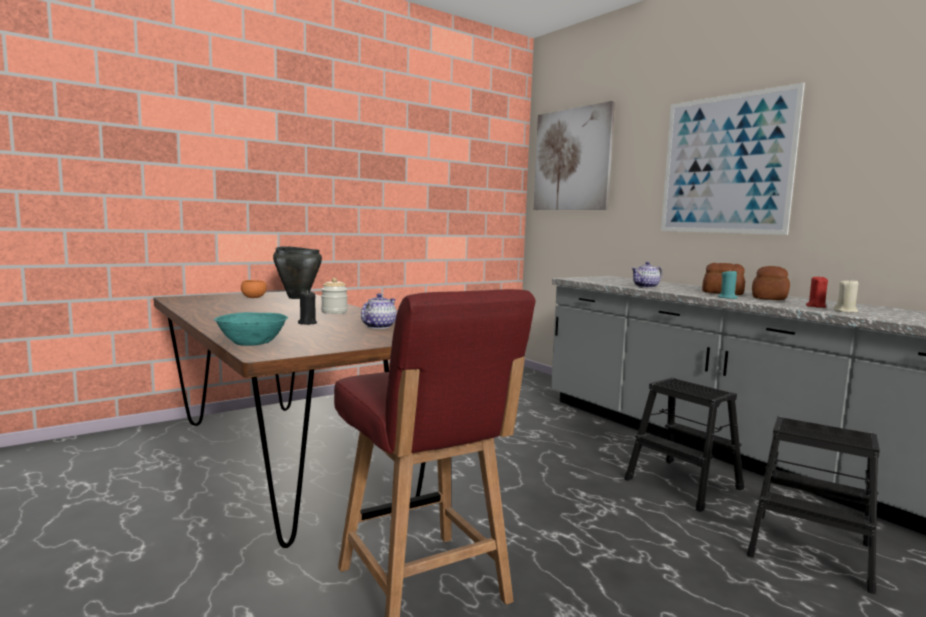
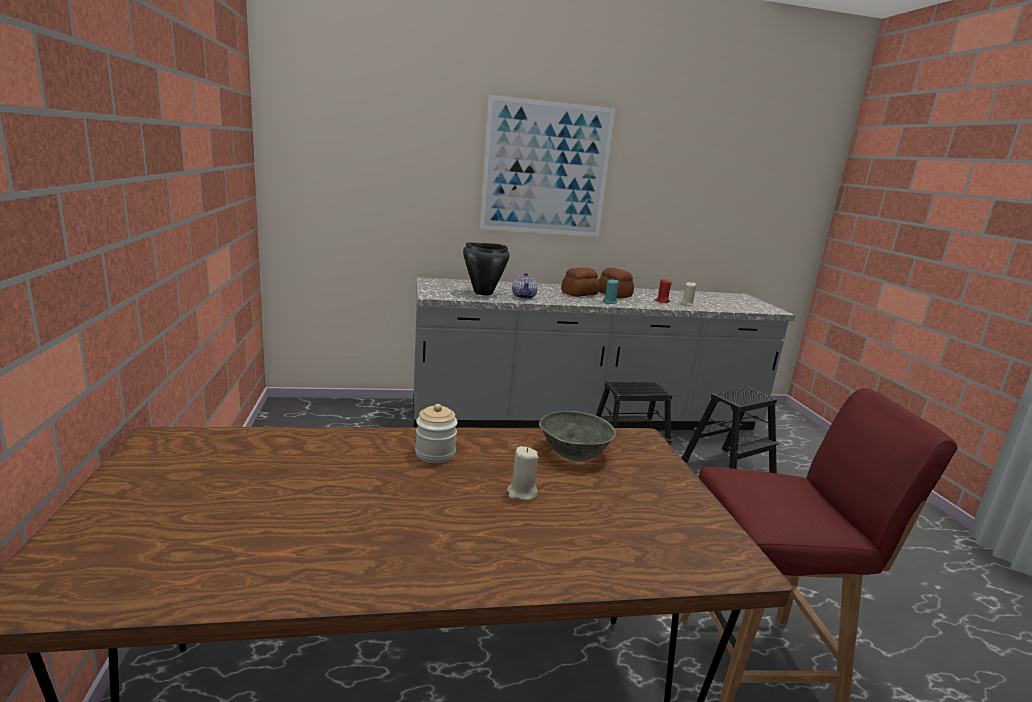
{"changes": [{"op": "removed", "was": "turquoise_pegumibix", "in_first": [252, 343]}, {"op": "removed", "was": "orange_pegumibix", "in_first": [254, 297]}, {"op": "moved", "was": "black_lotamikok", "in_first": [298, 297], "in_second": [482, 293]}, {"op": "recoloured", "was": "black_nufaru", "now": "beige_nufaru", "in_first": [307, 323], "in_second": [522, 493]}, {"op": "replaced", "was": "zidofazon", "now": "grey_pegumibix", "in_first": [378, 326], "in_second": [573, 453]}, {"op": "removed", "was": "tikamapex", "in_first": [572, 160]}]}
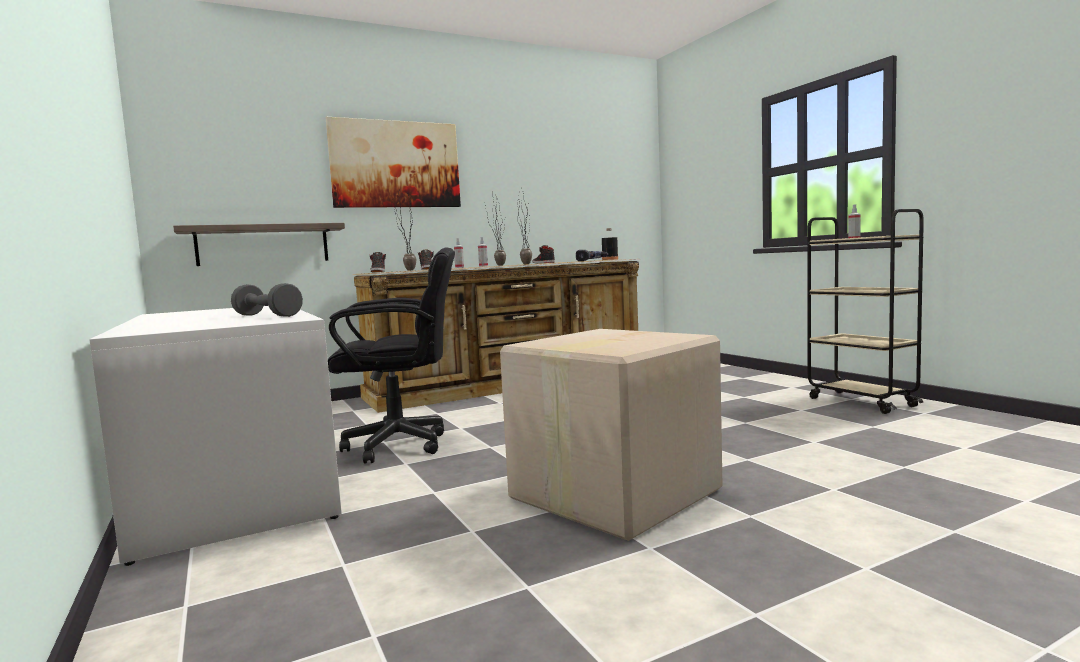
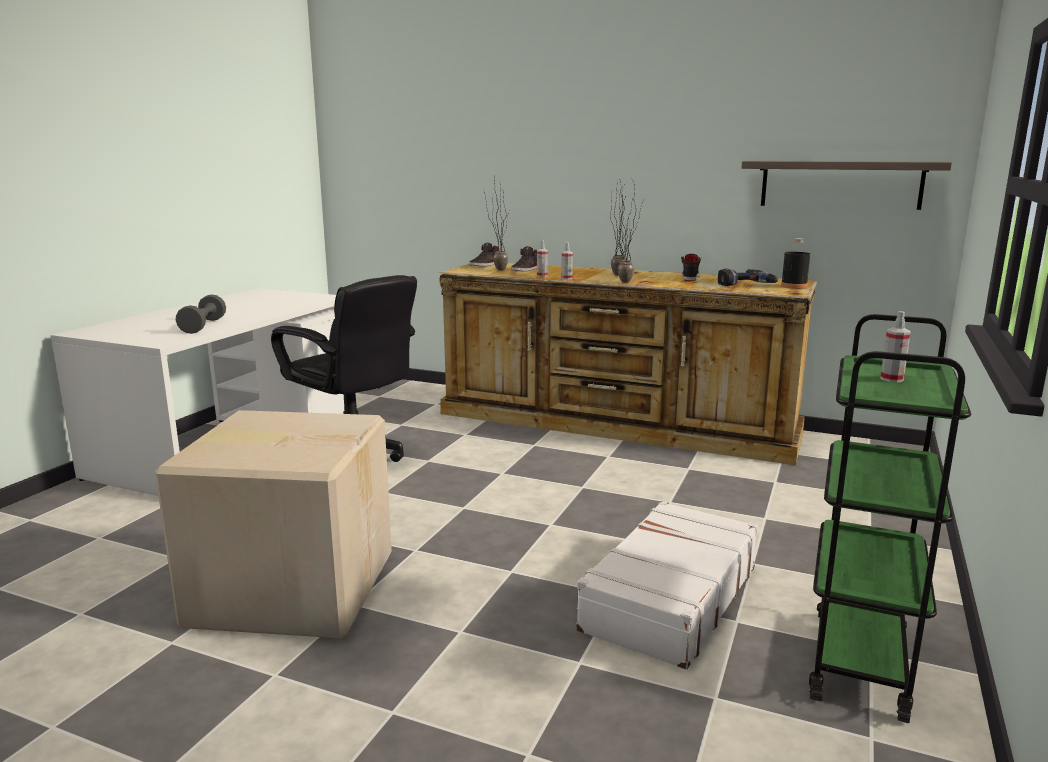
{"changes": [{"op": "moved", "was": "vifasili", "in_first": [263, 244], "in_second": [840, 184]}, {"op": "removed", "was": "tikamapex", "in_first": [396, 164]}, {"op": "recoloured", "was": "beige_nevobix", "now": "green_nevobix", "in_first": [863, 402], "in_second": [861, 665]}, {"op": "added", "now": "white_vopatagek", "in_second": [669, 598]}]}
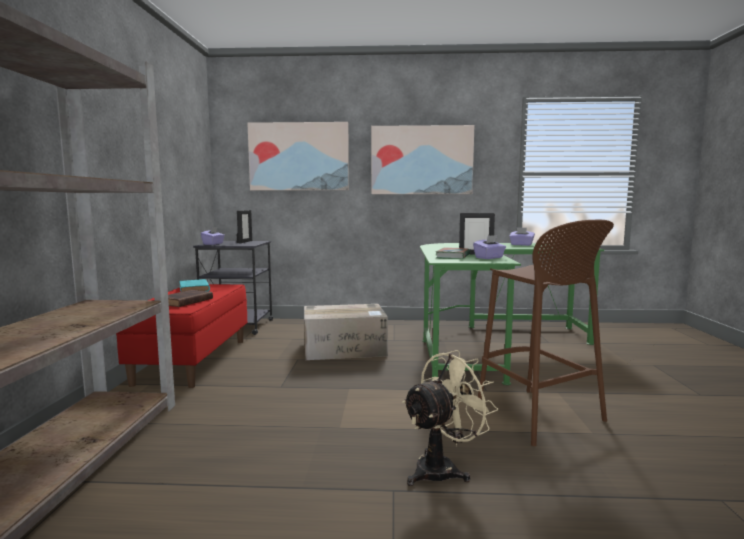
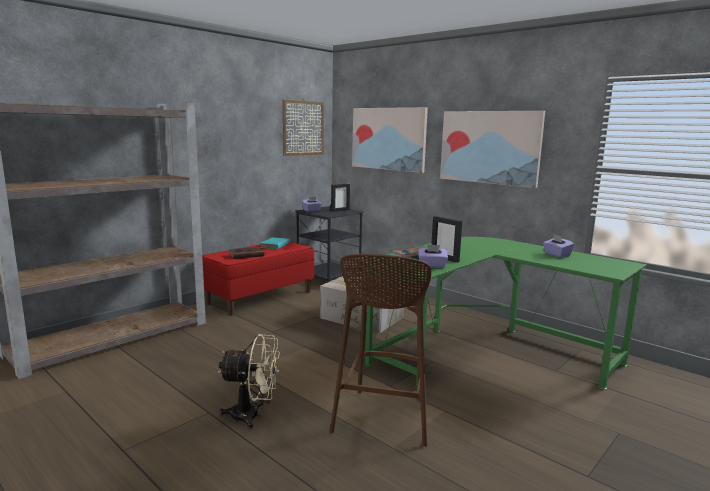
{"changes": [{"op": "added", "now": "tikamapex", "in_second": [303, 127]}]}
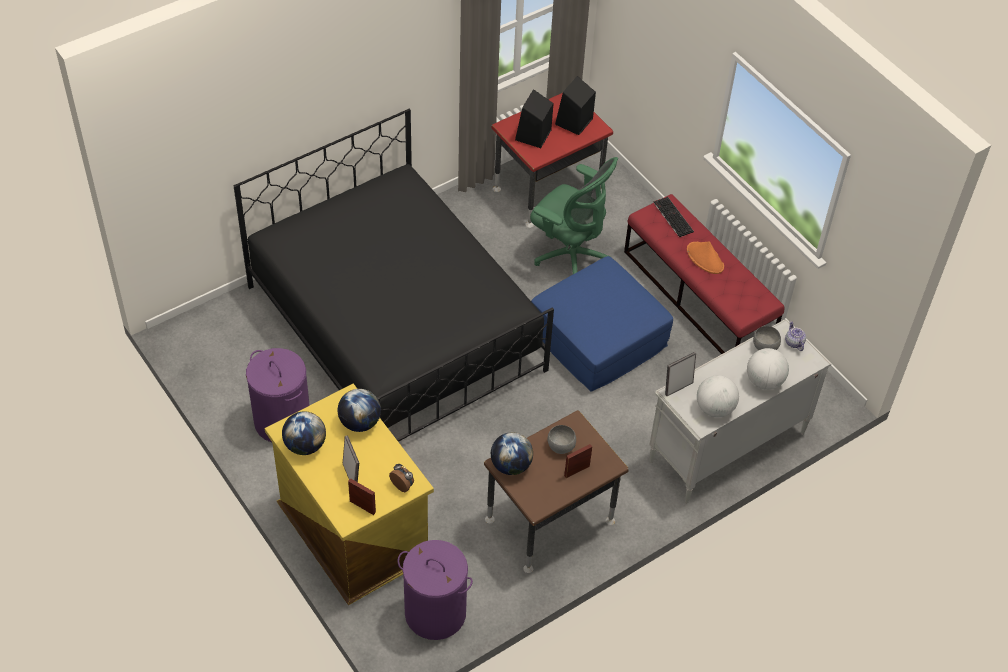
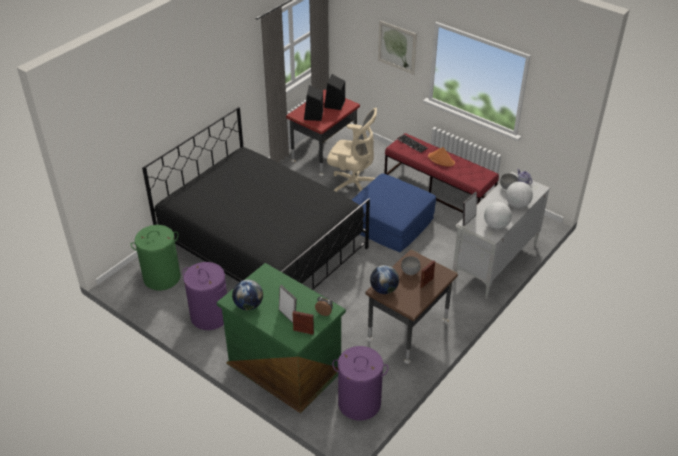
{"changes": [{"op": "recoloured", "was": "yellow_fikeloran", "now": "green_fikeloran", "in_first": [353, 533], "in_second": [284, 370]}, {"op": "removed", "was": "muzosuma", "in_first": [360, 422]}, {"op": "recoloured", "was": "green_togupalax", "now": "beige_togupalax", "in_first": [567, 254], "in_second": [351, 184]}, {"op": "added", "now": "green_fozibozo", "in_second": [162, 277]}, {"op": "added", "now": "tikamapex", "in_second": [397, 47]}]}
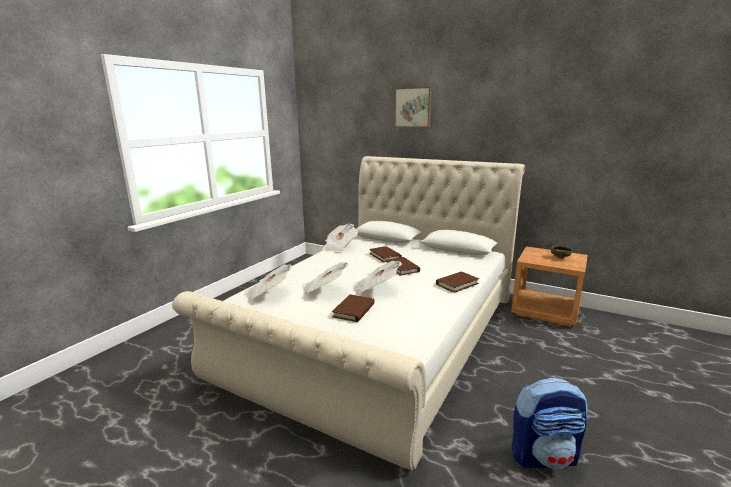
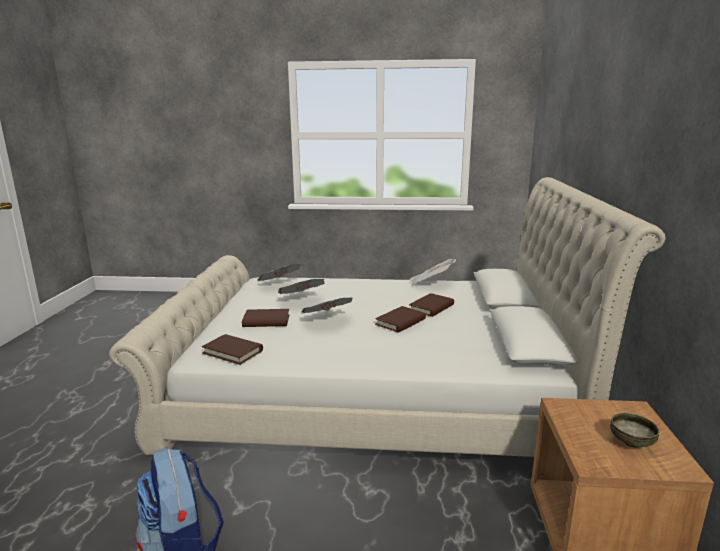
{"changes": [{"op": "removed", "was": "tikamapex", "in_first": [413, 107]}, {"op": "moved", "was": "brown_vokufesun", "in_first": [457, 284], "in_second": [233, 352]}]}
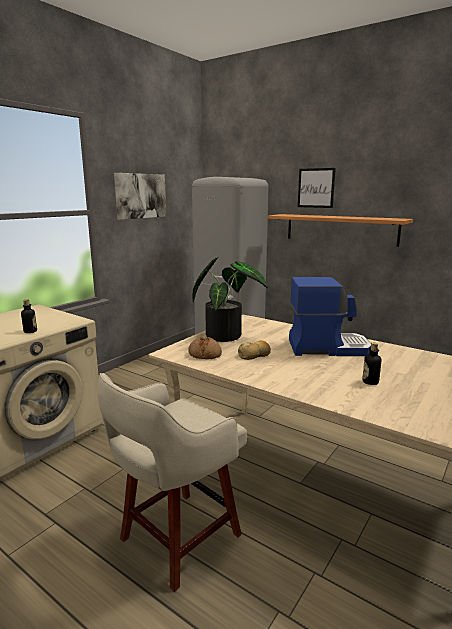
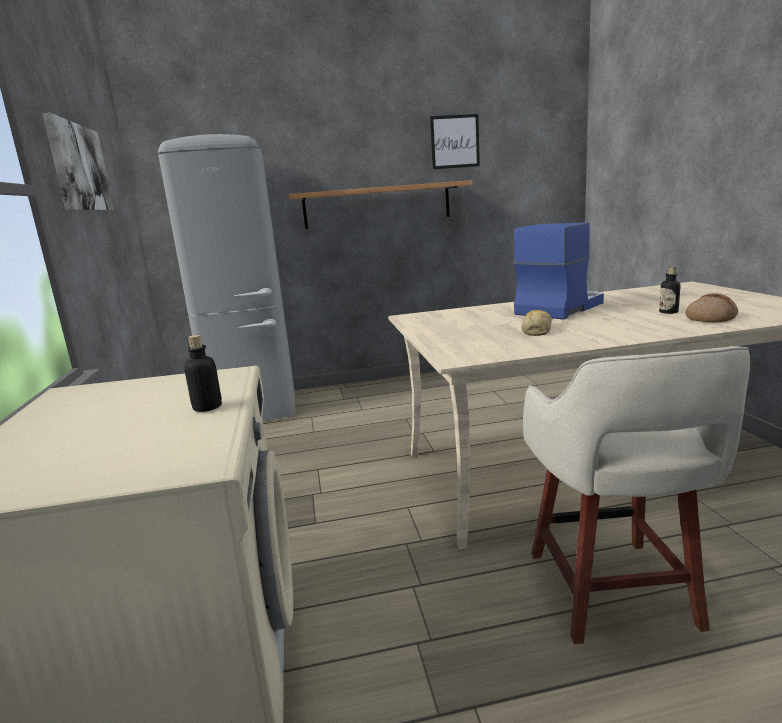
{"changes": [{"op": "moved", "was": "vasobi", "in_first": [205, 354], "in_second": [710, 318]}, {"op": "removed", "was": "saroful", "in_first": [227, 335]}, {"op": "moved", "was": "tikamapex", "in_first": [316, 188], "in_second": [455, 141]}]}
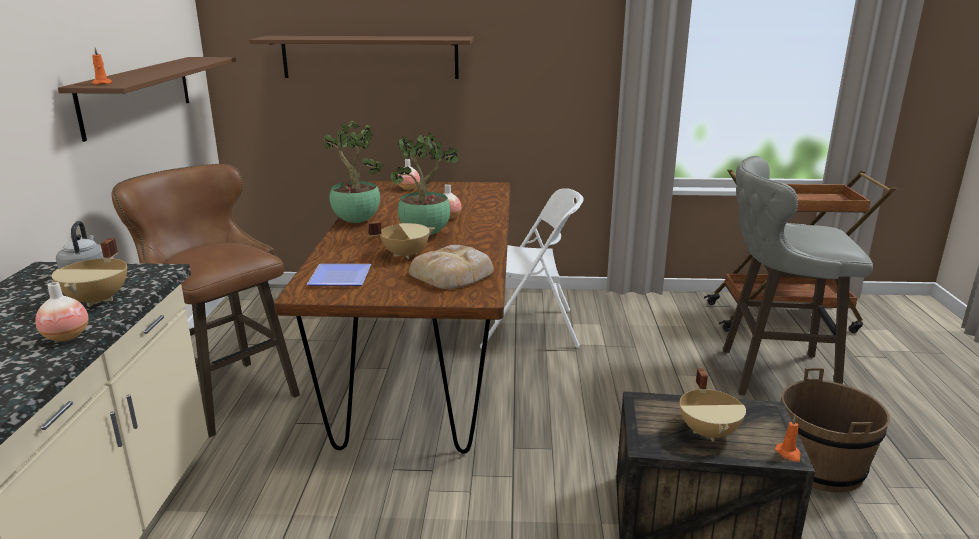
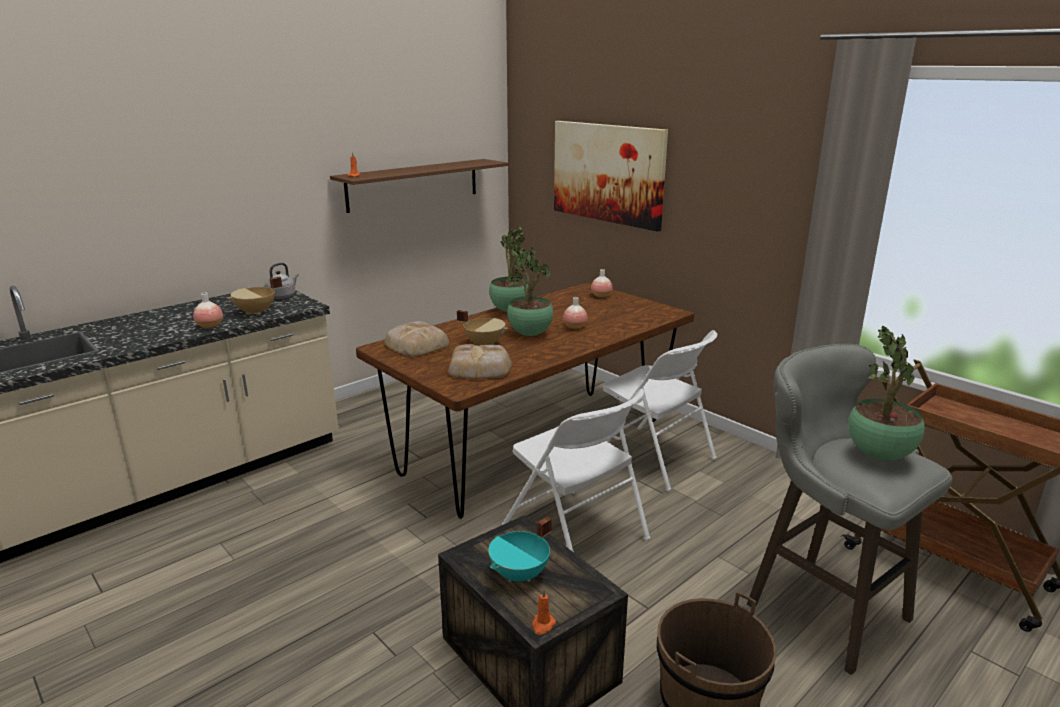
{"changes": [{"op": "removed", "was": "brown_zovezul", "in_first": [227, 394]}, {"op": "replaced", "was": "brown_vifasili", "now": "tikamapex", "in_first": [370, 57], "in_second": [607, 173]}, {"op": "replaced", "was": "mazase", "now": "vasobi", "in_first": [338, 277], "in_second": [417, 344]}, {"op": "recoloured", "was": "beige_lotamikok", "now": "turquoise_lotamikok", "in_first": [709, 432], "in_second": [520, 575]}, {"op": "added", "now": "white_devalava", "in_second": [574, 533]}, {"op": "added", "now": "saroful", "in_second": [880, 456]}]}
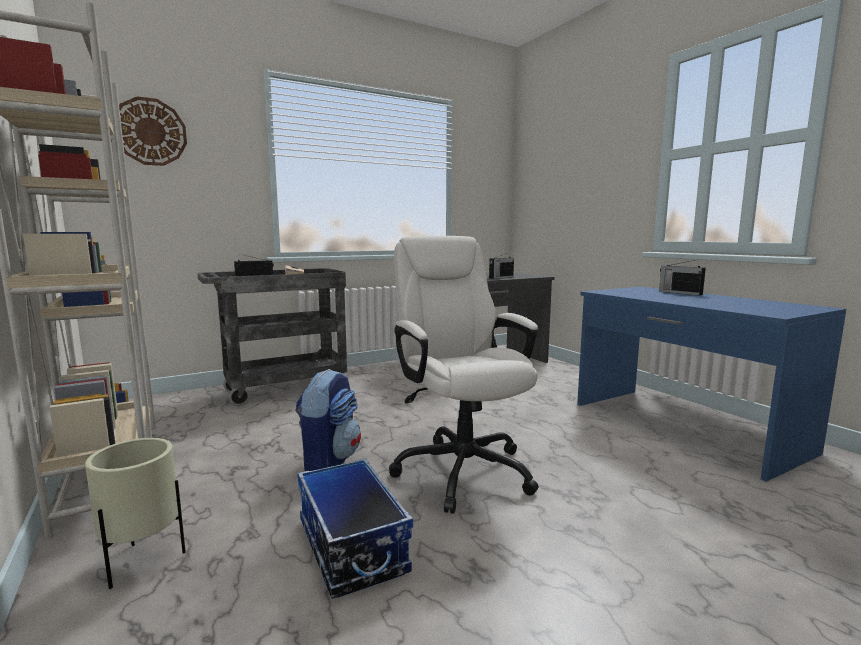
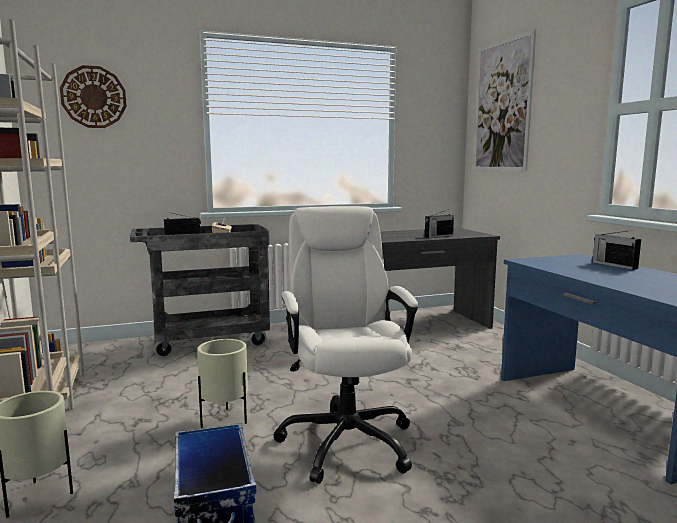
{"changes": [{"op": "replaced", "was": "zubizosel", "now": "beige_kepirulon", "in_first": [329, 460], "in_second": [225, 420]}, {"op": "added", "now": "tikamapex", "in_second": [502, 106]}]}
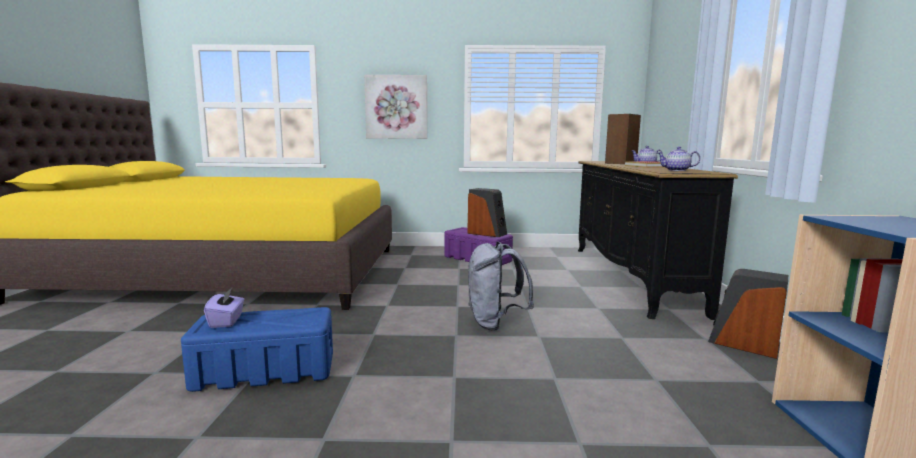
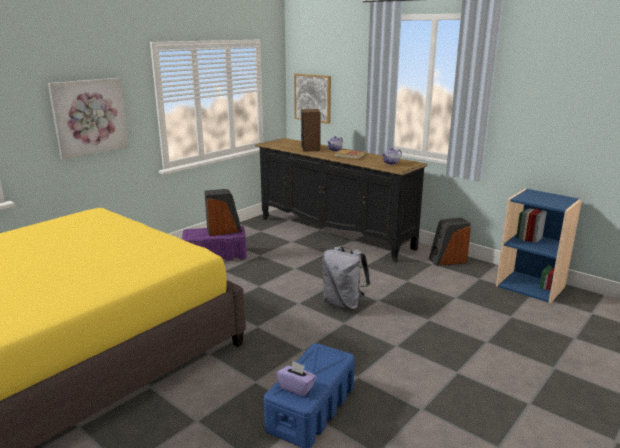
{"changes": [{"op": "added", "now": "tikamapex", "in_second": [313, 98]}]}
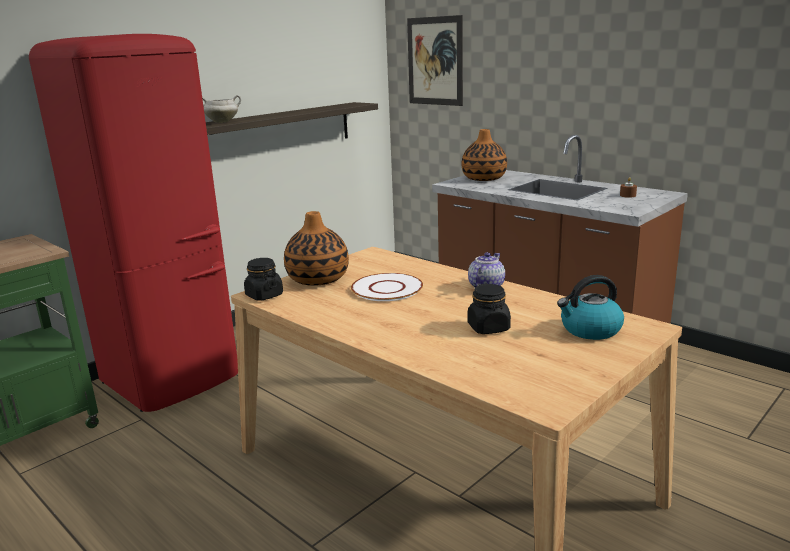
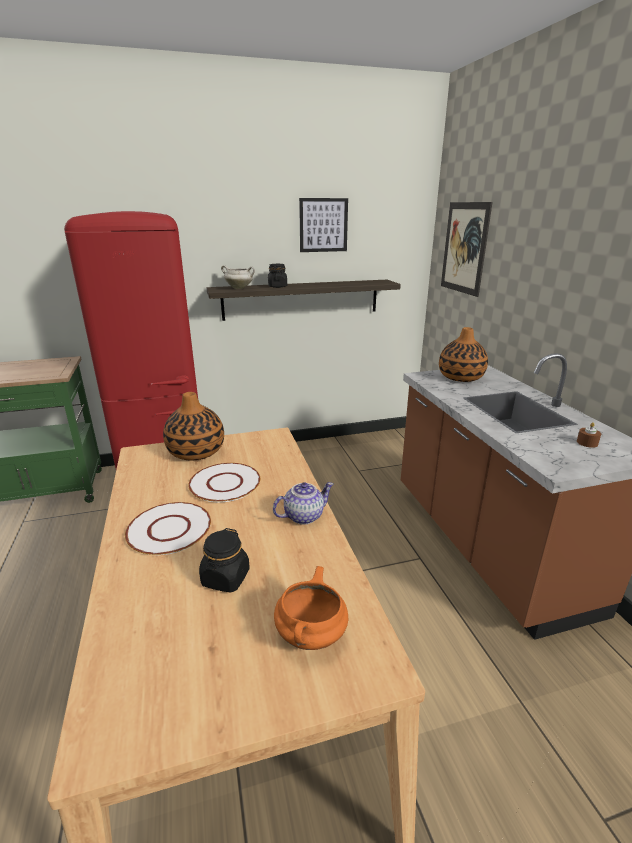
{"changes": [{"op": "moved", "was": "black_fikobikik", "in_first": [264, 295], "in_second": [277, 286]}, {"op": "replaced", "was": "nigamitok", "now": "orange_lotamikok", "in_first": [590, 330], "in_second": [311, 635]}, {"op": "added", "now": "white_mazase", "in_second": [169, 529]}, {"op": "added", "now": "tikamapex", "in_second": [323, 225]}]}
